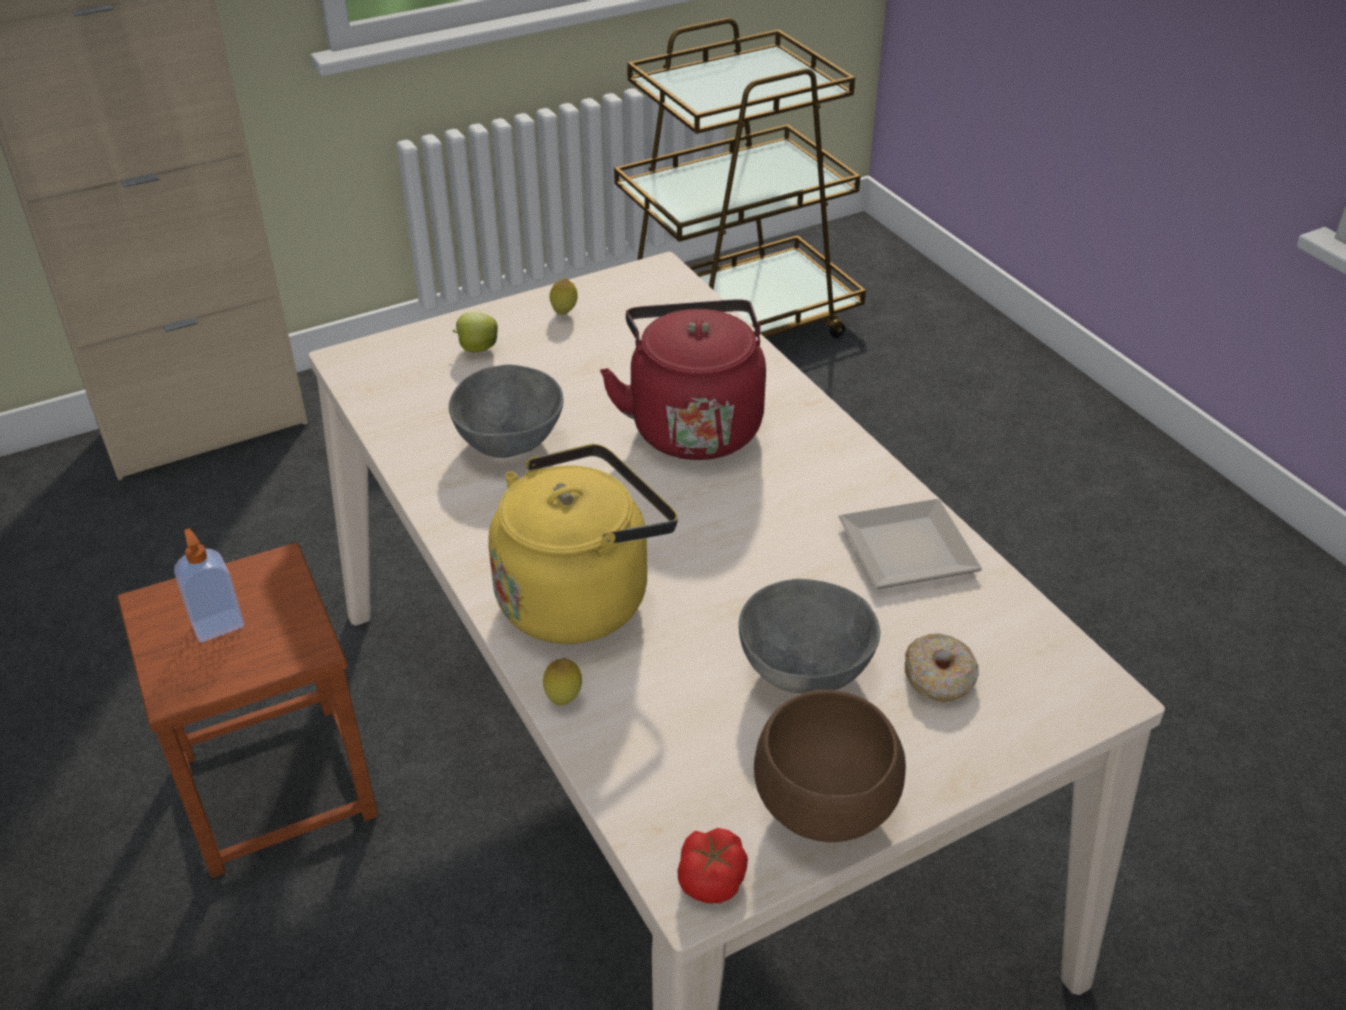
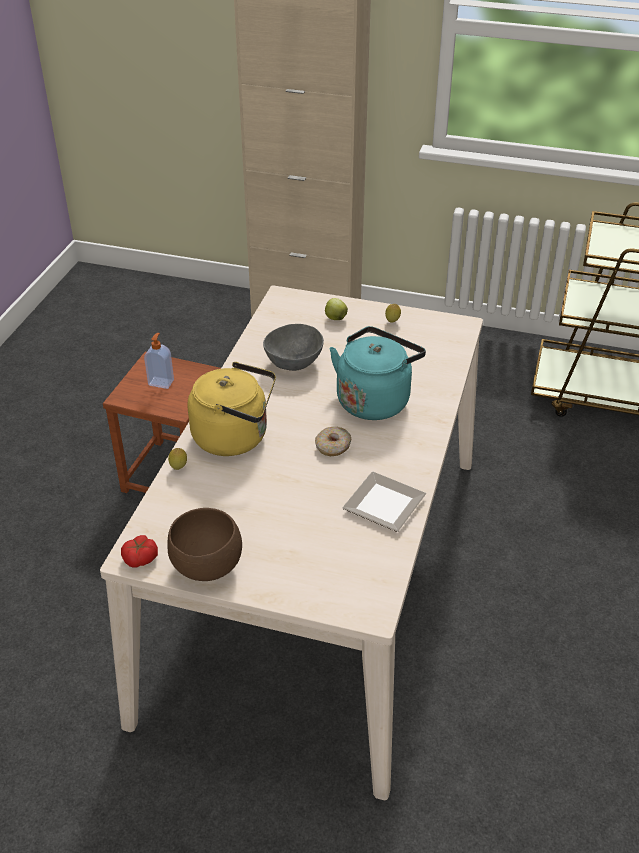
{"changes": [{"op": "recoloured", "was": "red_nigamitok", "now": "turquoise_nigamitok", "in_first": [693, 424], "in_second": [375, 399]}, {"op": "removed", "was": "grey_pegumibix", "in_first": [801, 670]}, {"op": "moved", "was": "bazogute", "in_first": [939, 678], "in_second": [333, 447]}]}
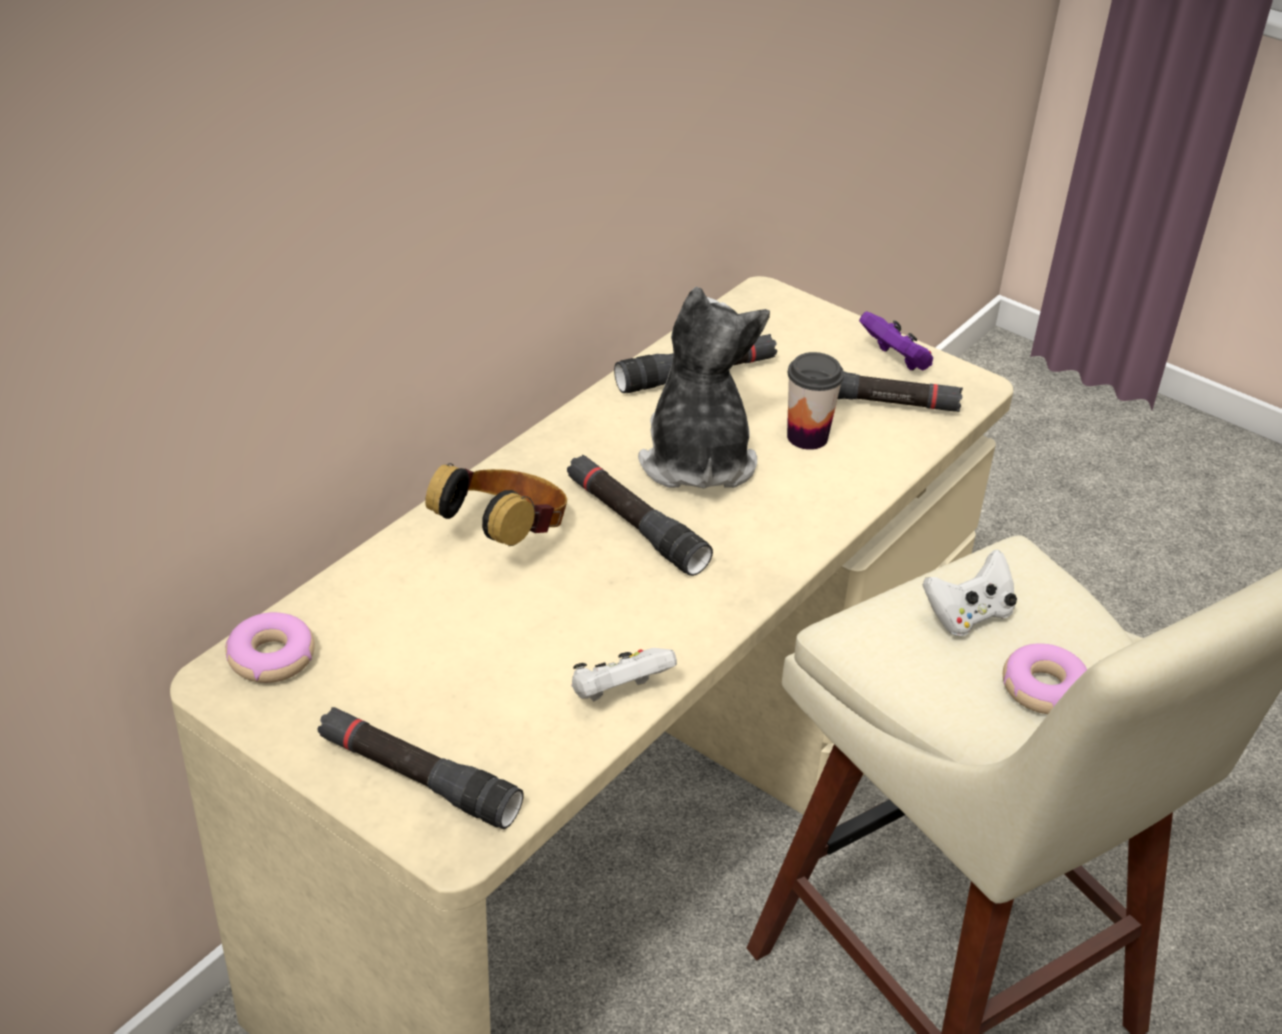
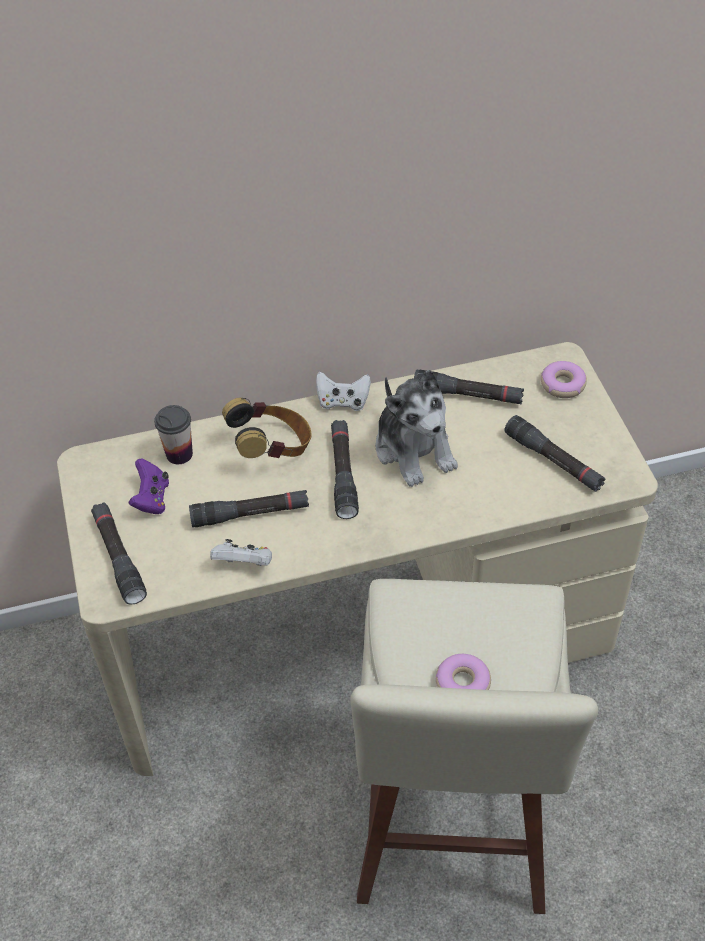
{"changes": [{"op": "moved", "was": "bazogute", "in_first": [271, 657], "in_second": [562, 384]}, {"op": "turned", "was": "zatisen", "in_first": [696, 459], "in_second": [414, 449], "clockwise": 120}, {"op": "moved", "was": "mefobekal", "in_first": [807, 437], "in_second": [179, 454]}, {"op": "moved", "was": "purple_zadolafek", "in_first": [895, 361], "in_second": [152, 499]}, {"op": "moved", "was": "white_zadolafek", "in_first": [968, 615], "in_second": [343, 402]}, {"op": "added", "now": "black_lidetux", "in_second": [250, 514]}]}
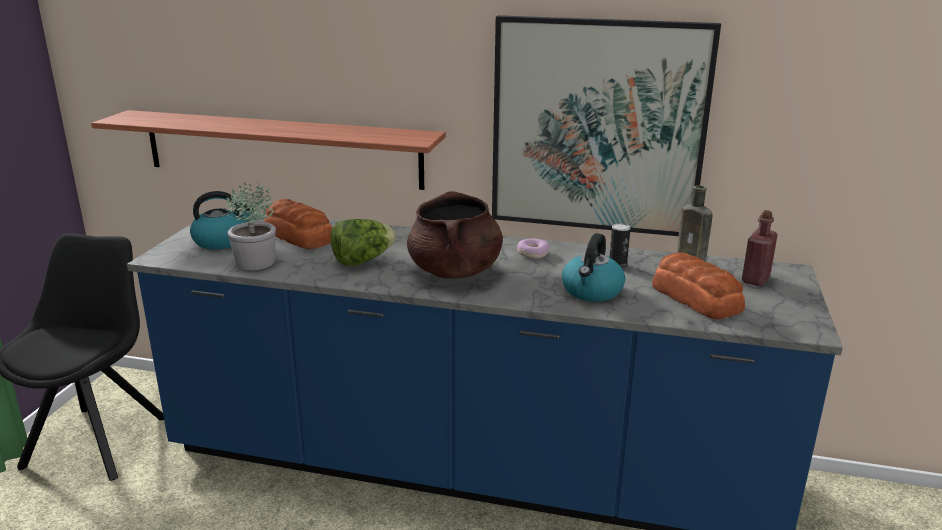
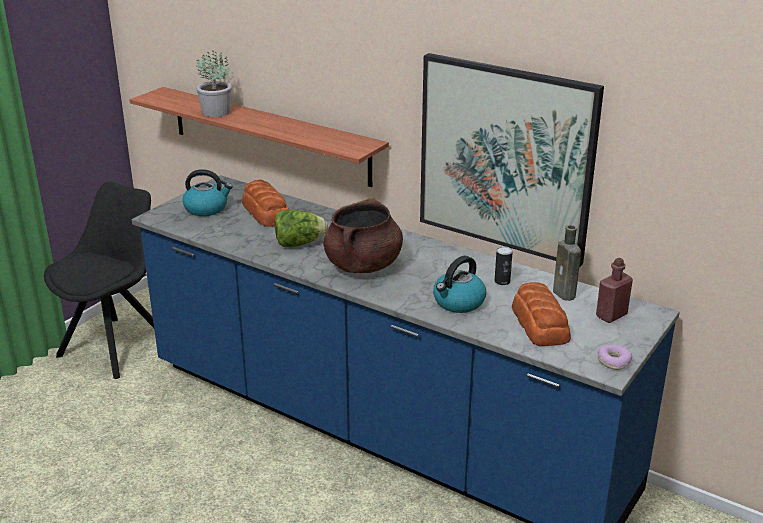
{"changes": [{"op": "moved", "was": "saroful", "in_first": [256, 262], "in_second": [217, 112]}, {"op": "moved", "was": "bazogute", "in_first": [532, 253], "in_second": [613, 361]}]}
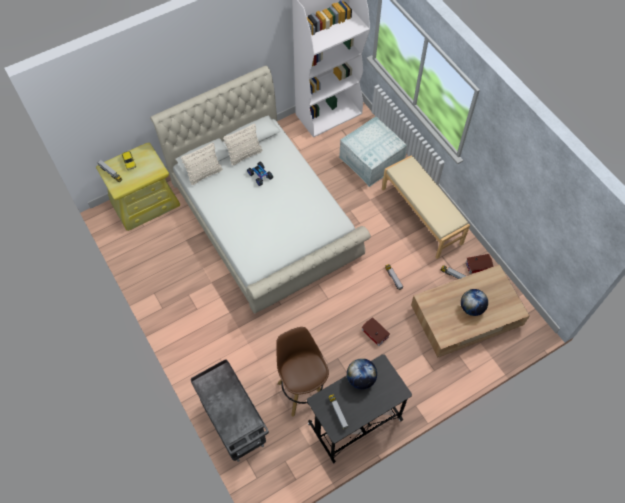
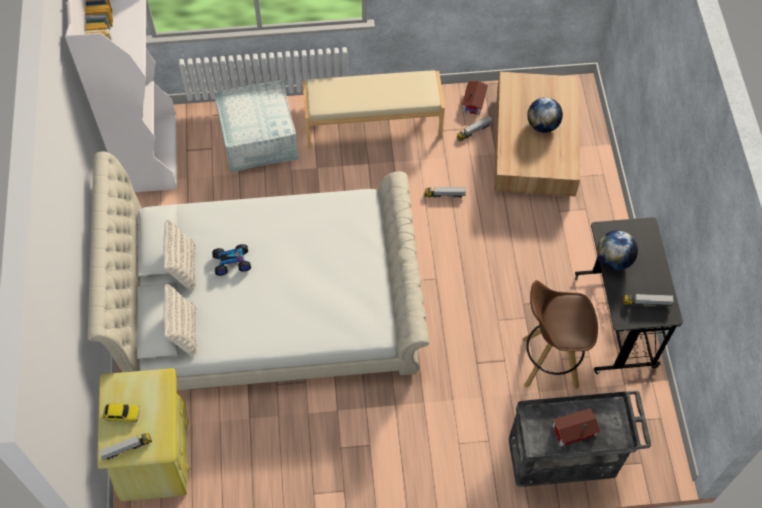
{"changes": [{"op": "moved", "was": "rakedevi", "in_first": [375, 333], "in_second": [572, 430]}]}
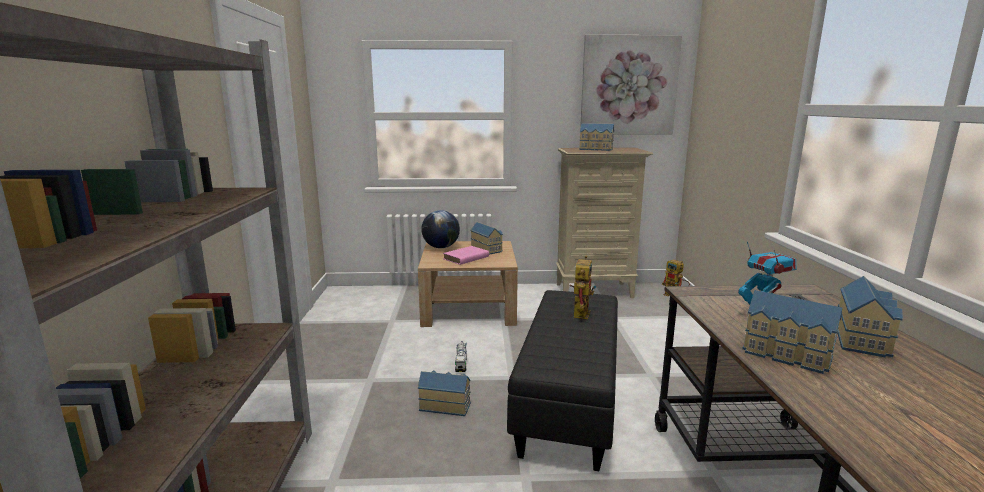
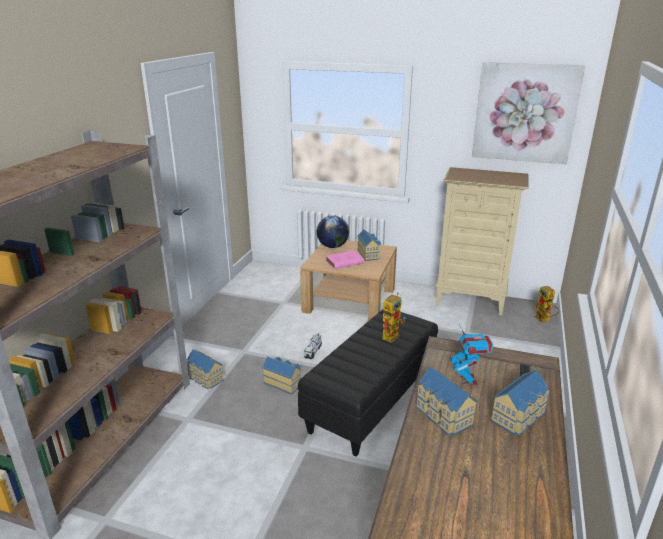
{"changes": [{"op": "moved", "was": "rakedevi", "in_first": [596, 149], "in_second": [204, 378]}]}
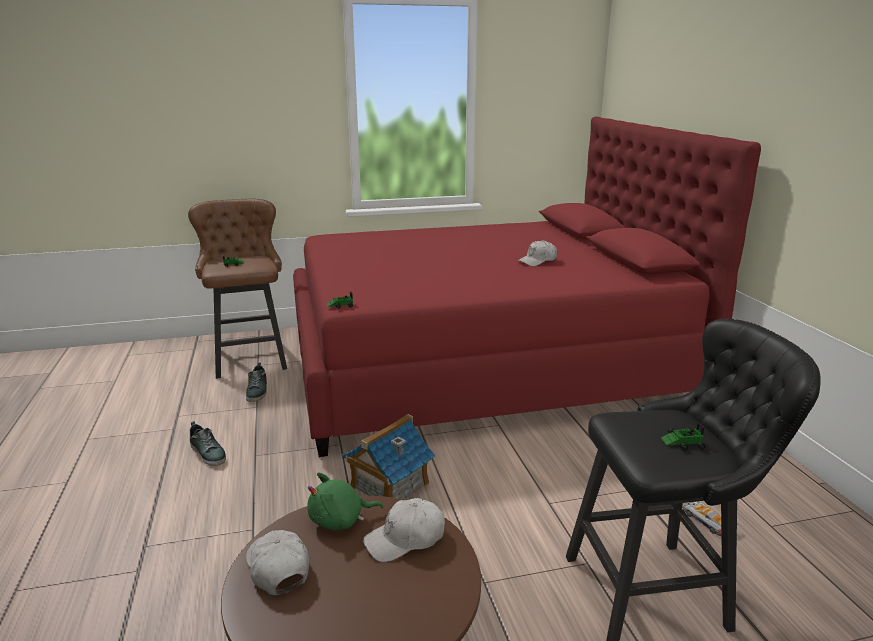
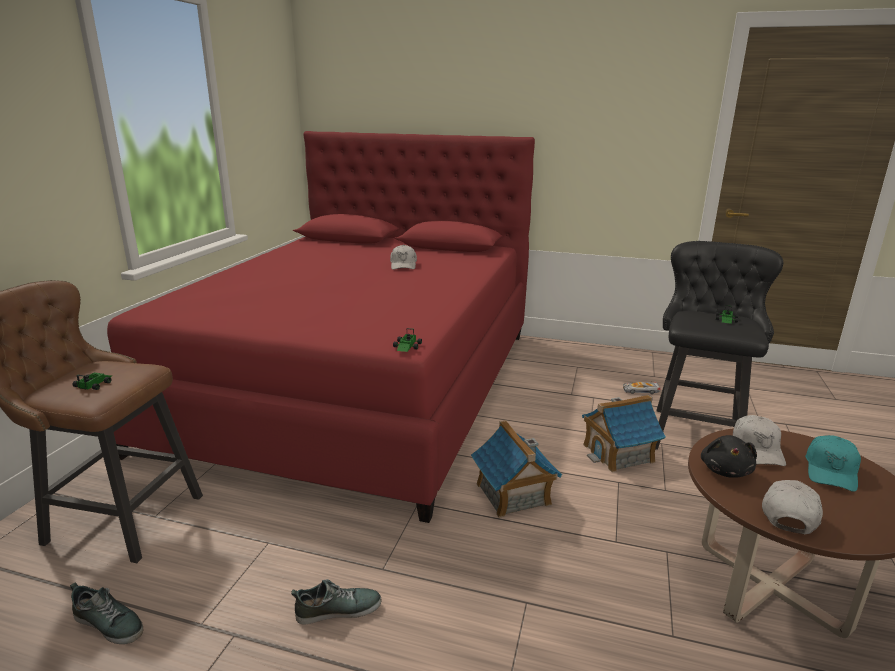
{"changes": [{"op": "moved", "was": "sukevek", "in_first": [257, 391], "in_second": [109, 623]}, {"op": "turned", "was": "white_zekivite", "in_first": [277, 567], "in_second": [789, 513], "clockwise": 120}, {"op": "recoloured", "was": "green_zatisen", "now": "black_zatisen", "in_first": [340, 520], "in_second": [725, 470]}, {"op": "added", "now": "rakedevi", "in_second": [618, 453]}, {"op": "added", "now": "turquoise_zekivite", "in_second": [831, 471]}]}
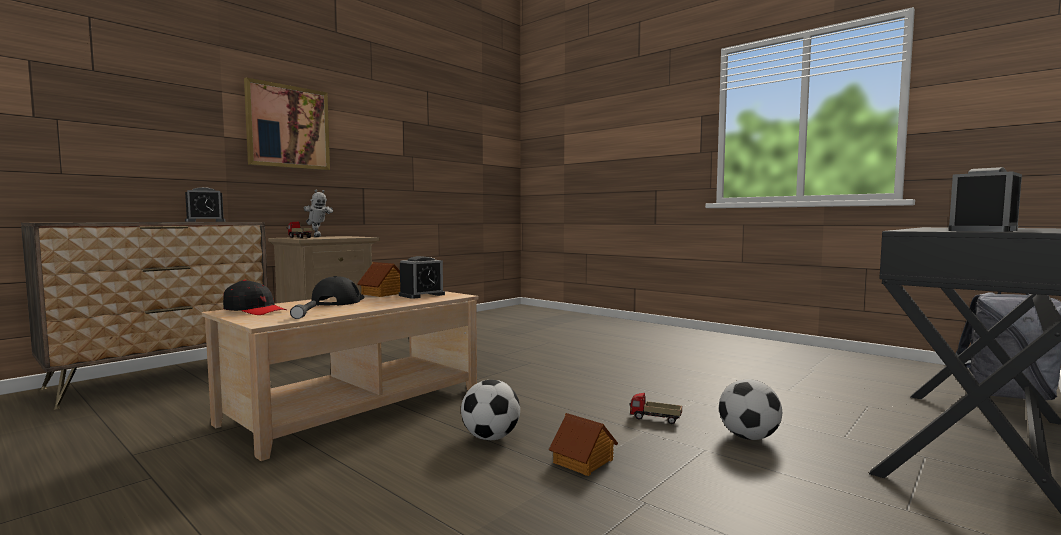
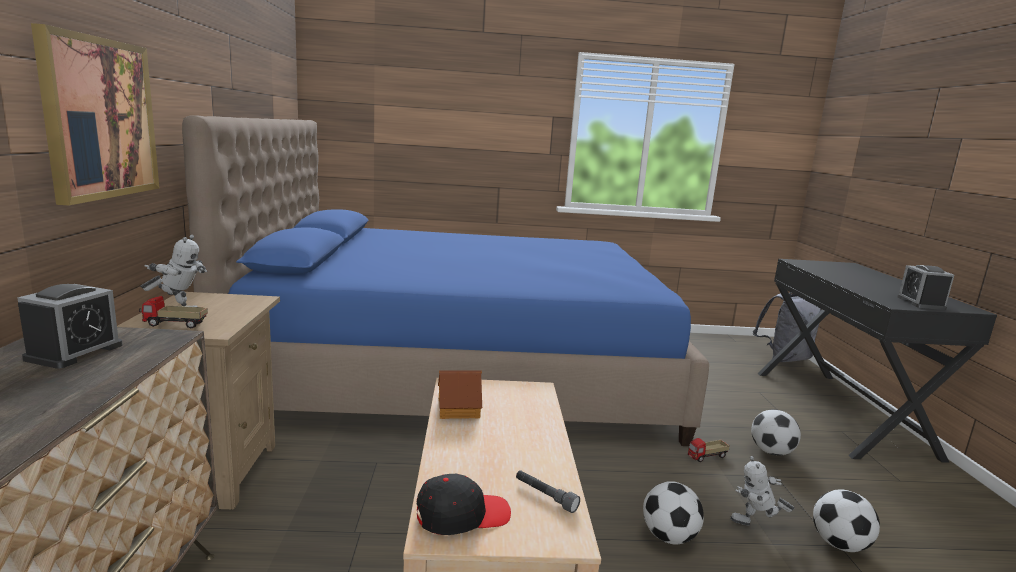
{"changes": [{"op": "removed", "was": "black_zekivite", "in_first": [339, 301]}, {"op": "removed", "was": "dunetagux", "in_first": [422, 295]}, {"op": "replaced", "was": "rakedevi", "now": "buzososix", "in_first": [584, 461], "in_second": [756, 527]}, {"op": "added", "now": "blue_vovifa", "in_second": [460, 369]}, {"op": "added", "now": "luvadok", "in_second": [839, 544]}]}
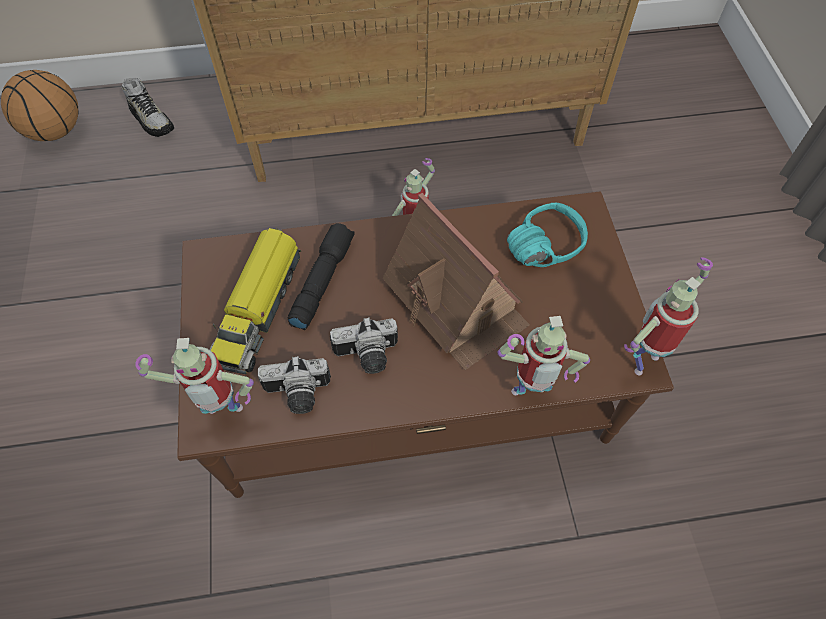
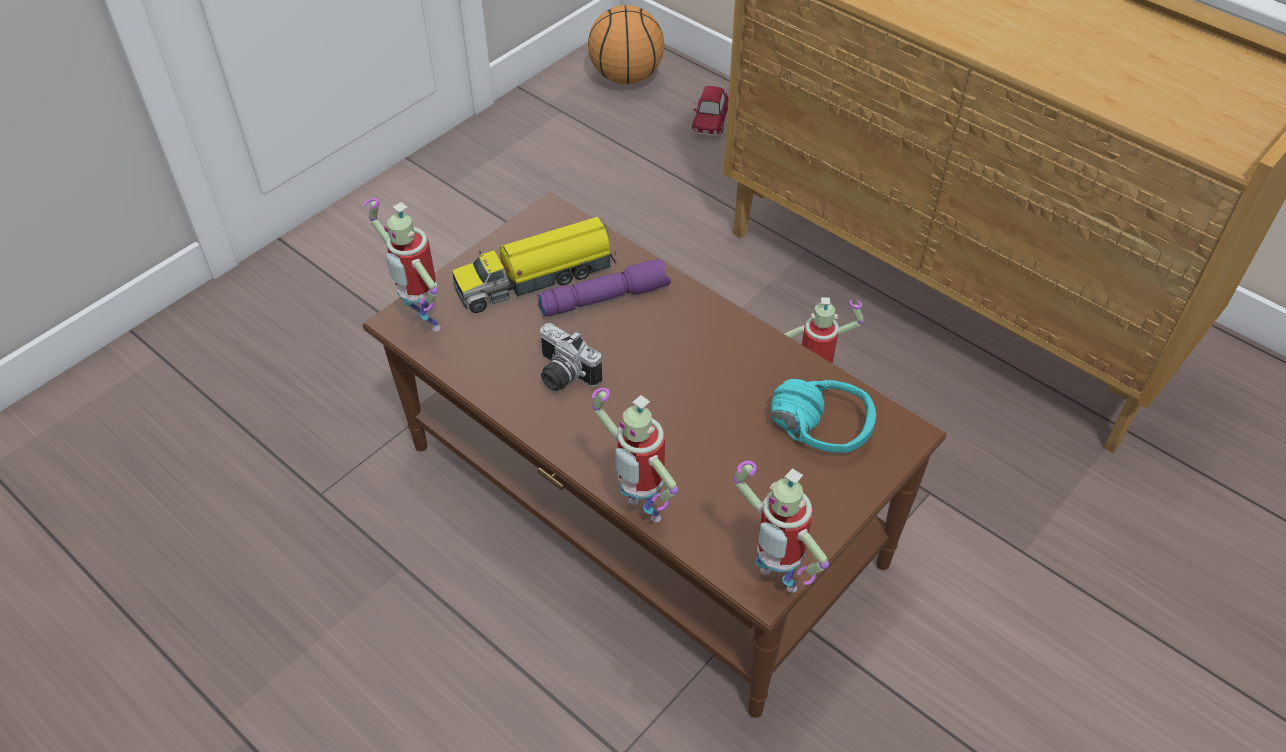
{"changes": [{"op": "replaced", "was": "sukevek", "now": "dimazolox", "in_first": [152, 120], "in_second": [710, 120]}, {"op": "removed", "was": "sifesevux", "in_first": [298, 395]}, {"op": "recoloured", "was": "black_lidetux", "now": "purple_lidetux", "in_first": [321, 280], "in_second": [605, 297]}, {"op": "removed", "was": "rakedevi", "in_first": [456, 302]}, {"op": "turned", "was": "buzososix", "in_first": [643, 359], "in_second": [773, 583], "clockwise": -150}]}
